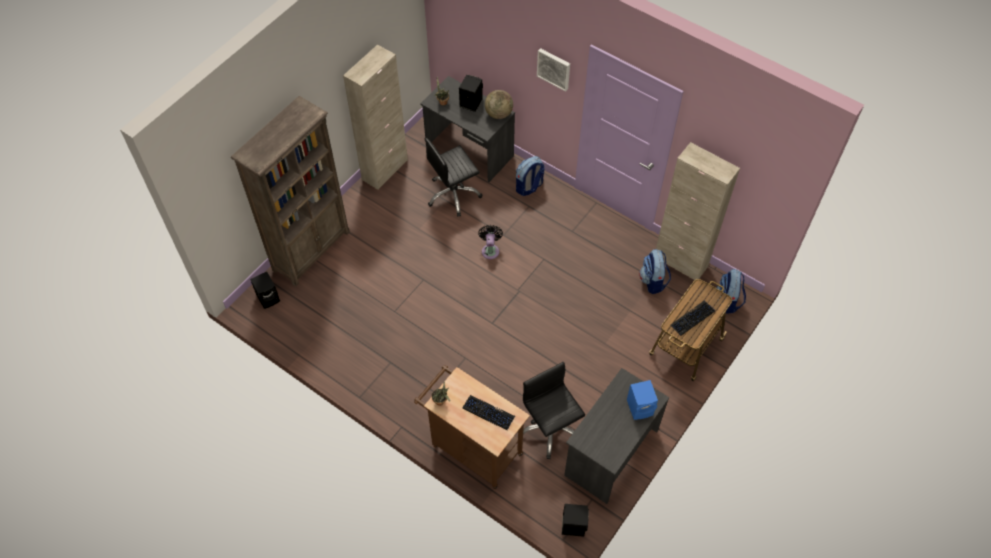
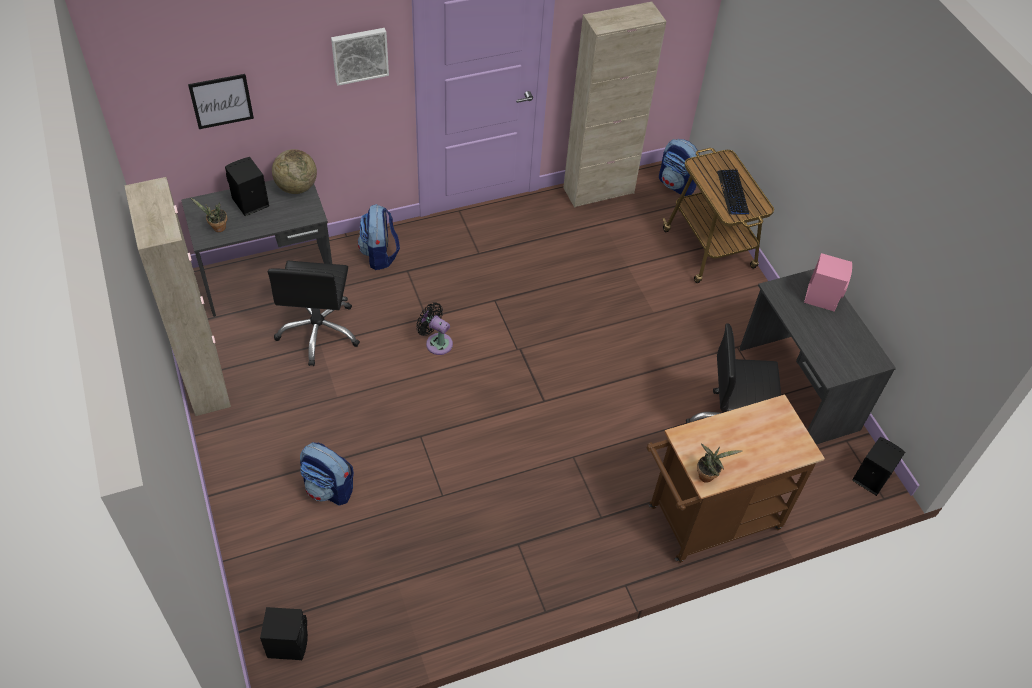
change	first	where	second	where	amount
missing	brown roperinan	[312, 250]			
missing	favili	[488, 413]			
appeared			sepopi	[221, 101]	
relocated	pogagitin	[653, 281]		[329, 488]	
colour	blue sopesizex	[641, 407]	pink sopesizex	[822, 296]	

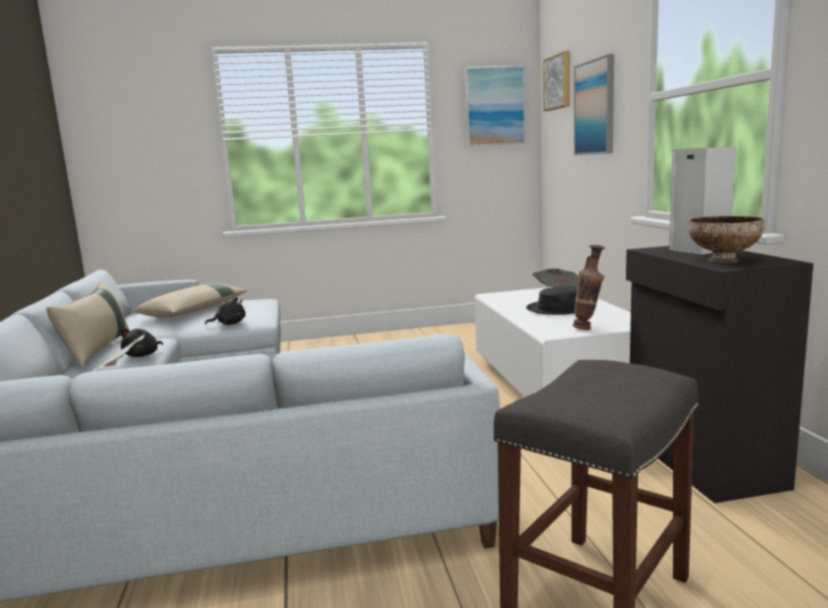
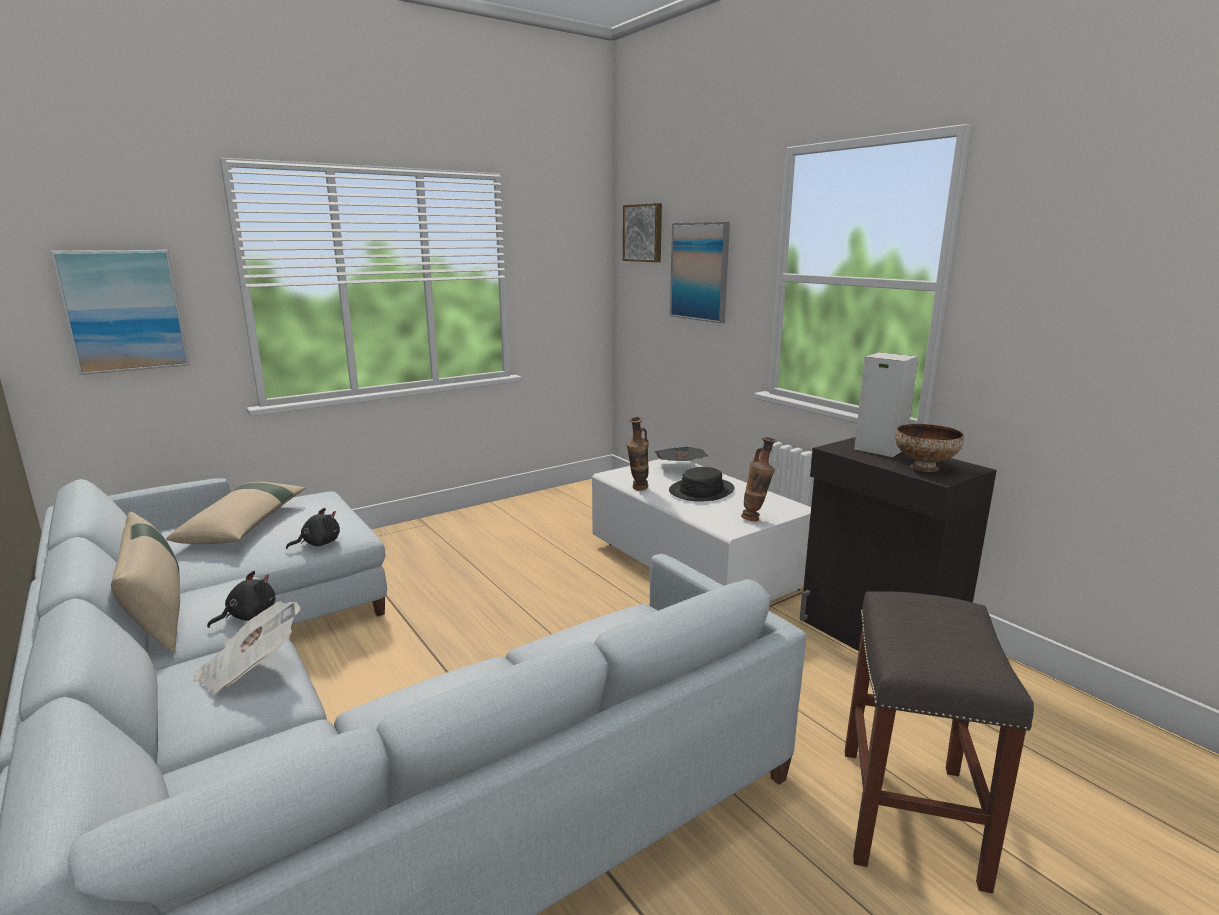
change	first	where	second	where	amount
appeared			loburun	[637, 489]	
relocated	sepopi	[494, 106]		[124, 311]	
spun	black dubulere	[143, 355]		[248, 616]	135 degrees counterclockwise

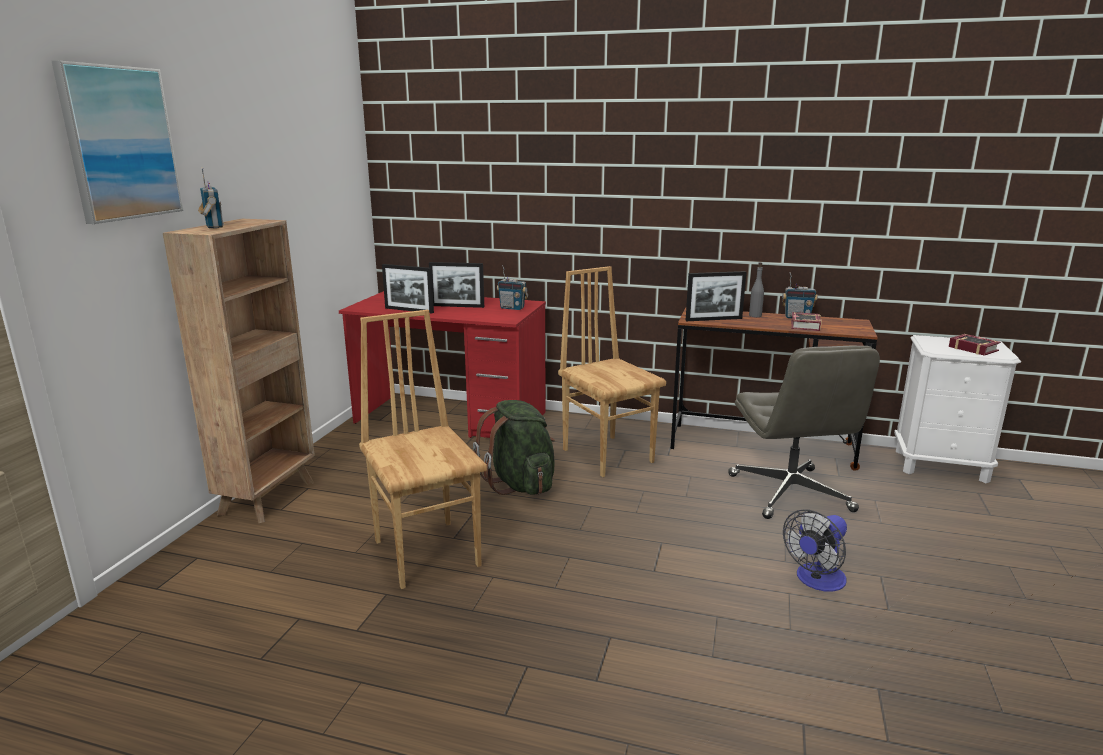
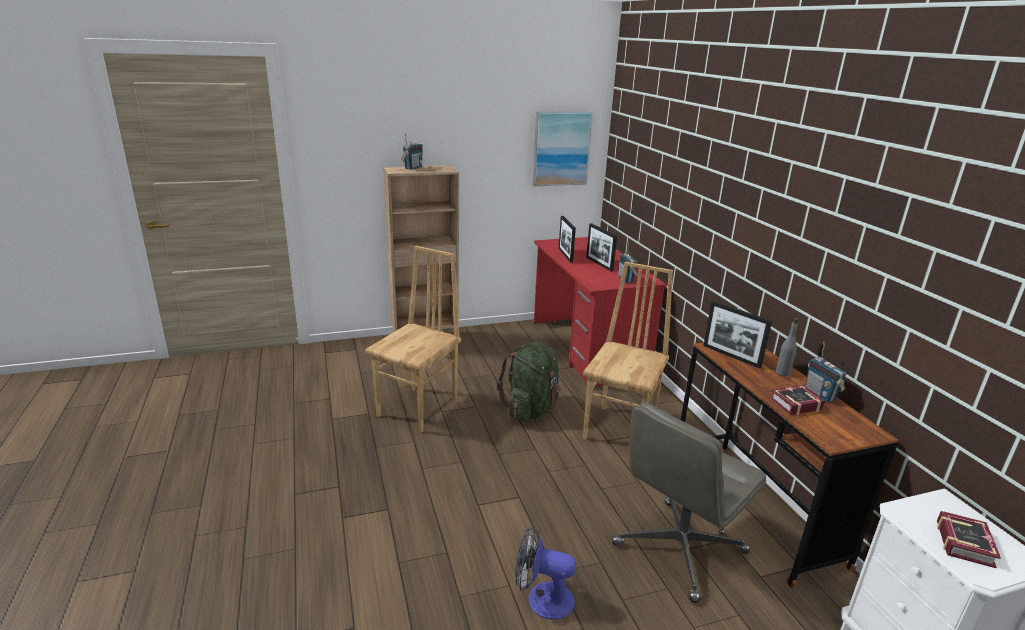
change	first	where	second	where	amount
relocated	sepopi	[120, 143]		[561, 148]	

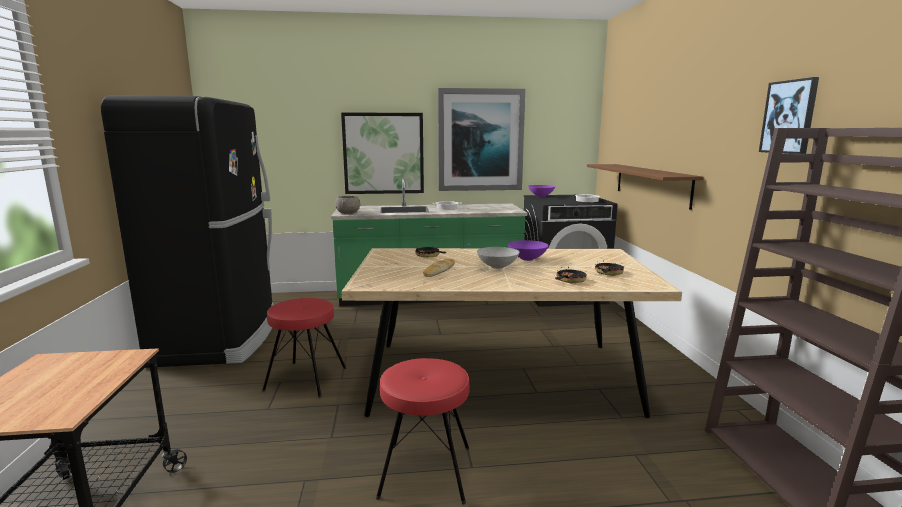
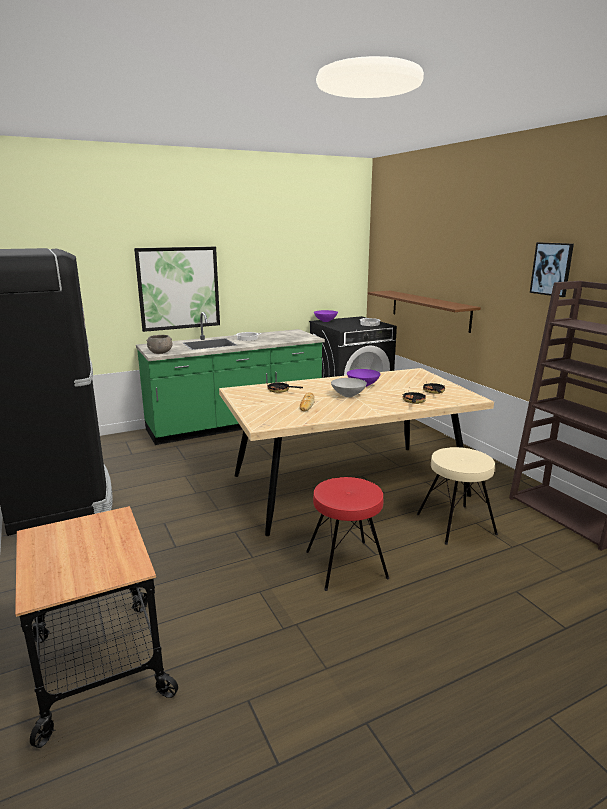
change	first	where	second	where	amount
missing	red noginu	[305, 378]			
missing	sepopi	[480, 140]			
appeared			beige noginu	[455, 524]	

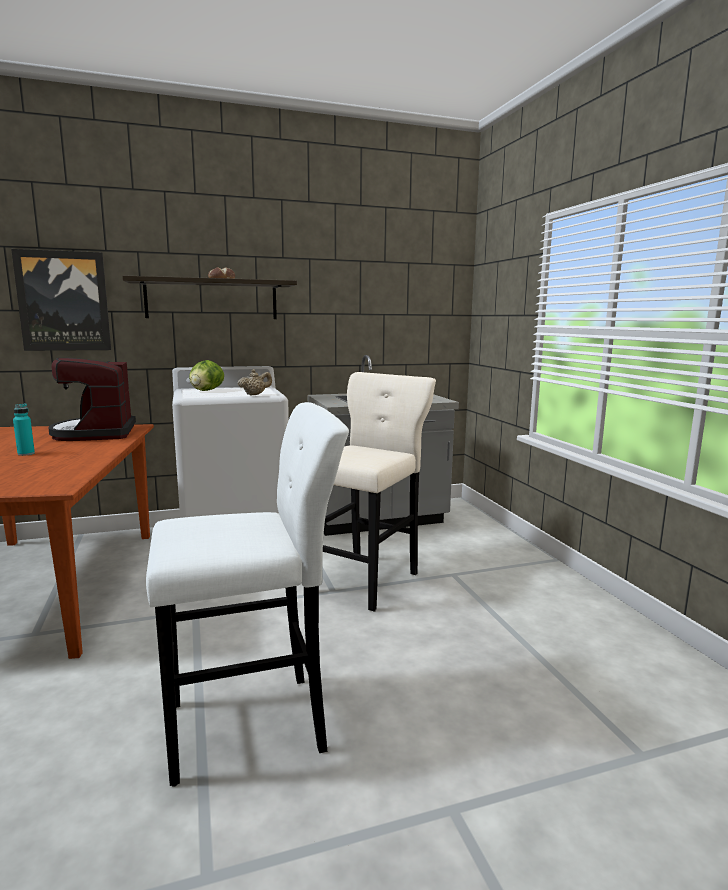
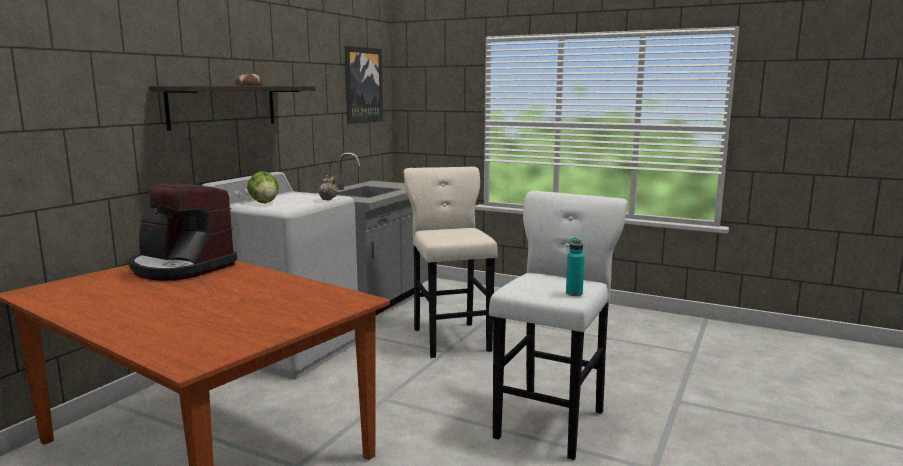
change	first	where	second	where	amount
relocated	sepopi	[64, 301]		[363, 85]	
relocated	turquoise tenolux	[26, 454]		[574, 293]	

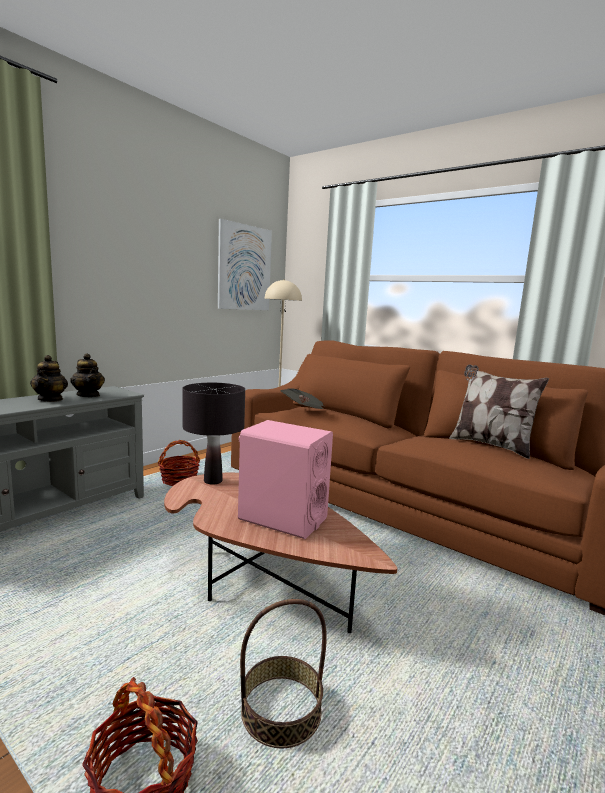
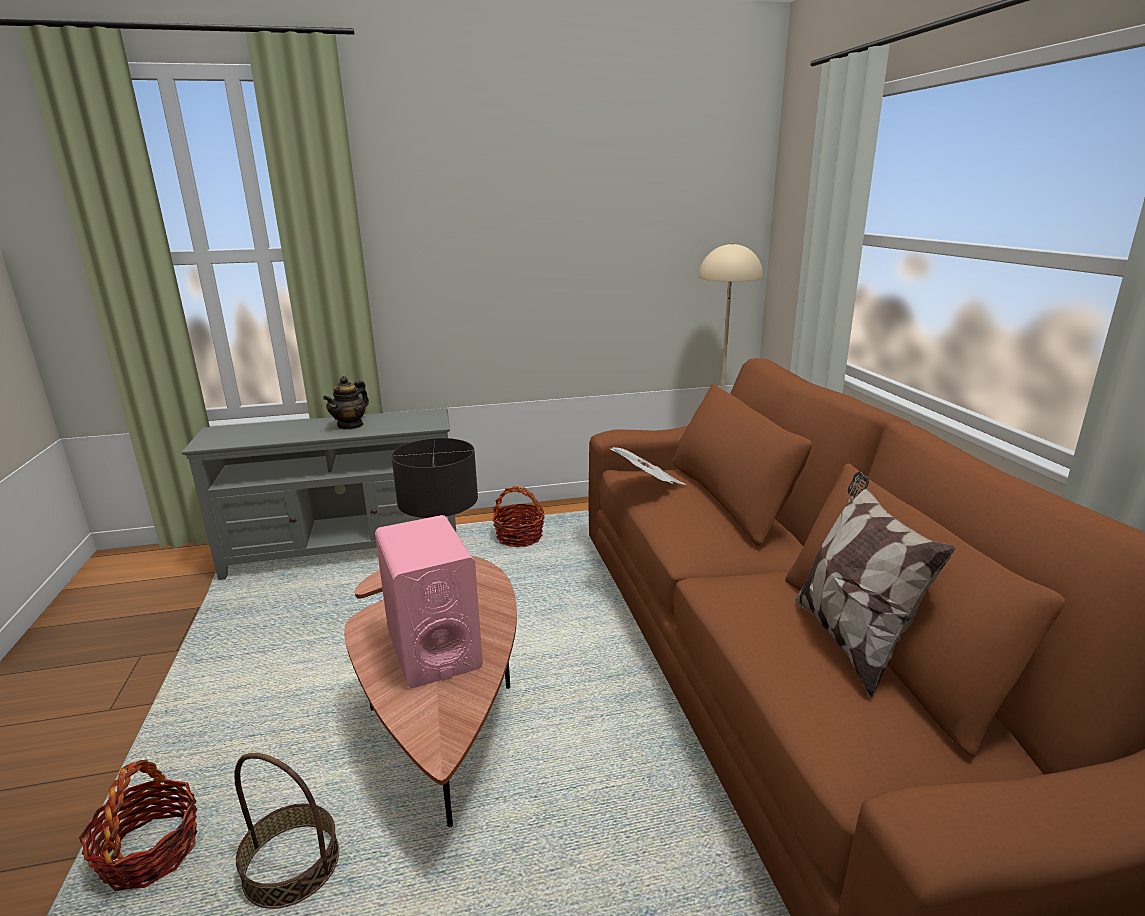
change	first	where	second	where	amount
missing	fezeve	[88, 395]			
missing	sepopi	[245, 268]			

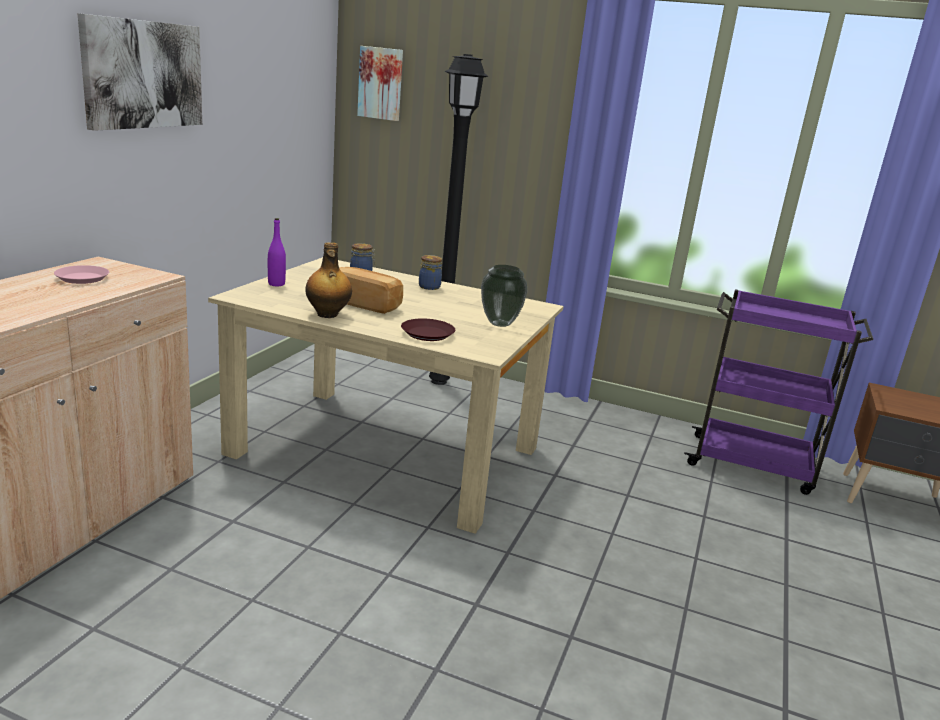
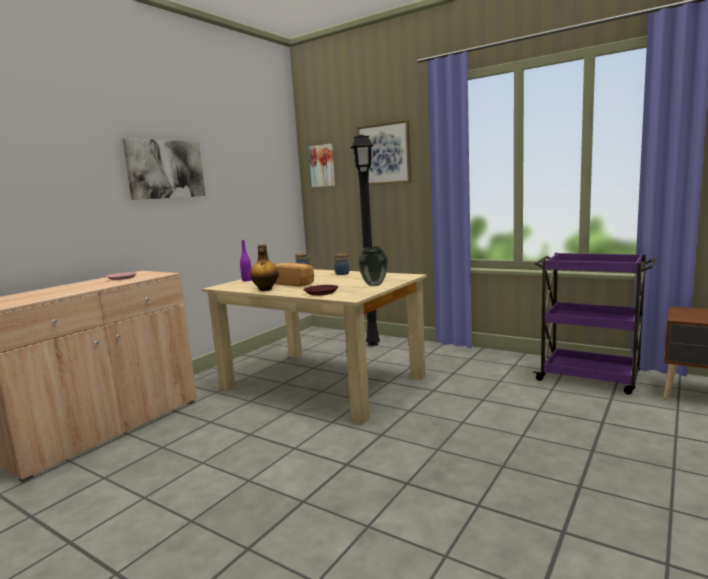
change	first	where	second	where	amount
appeared			sepopi	[384, 154]	

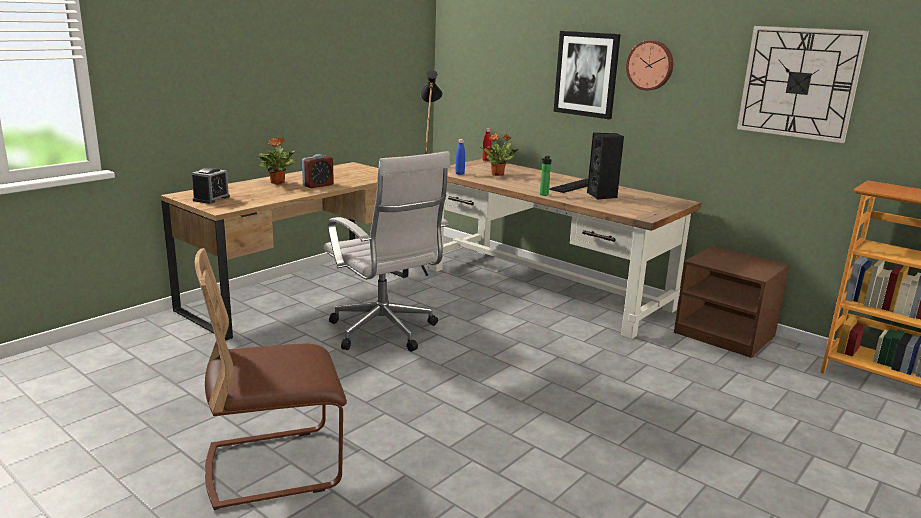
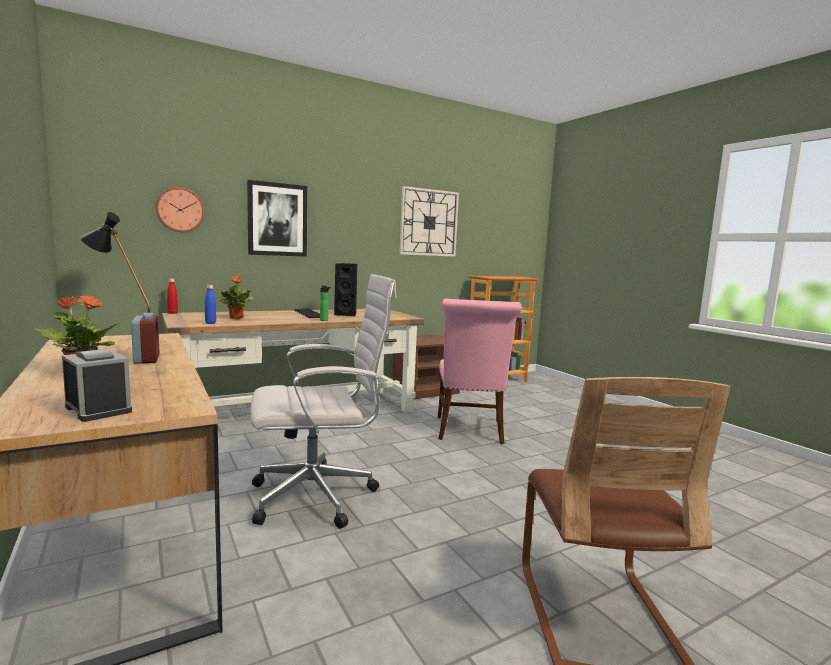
change	first	where	second	where	amount
appeared			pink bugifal	[470, 431]	
relocated	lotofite	[650, 65]		[180, 210]	

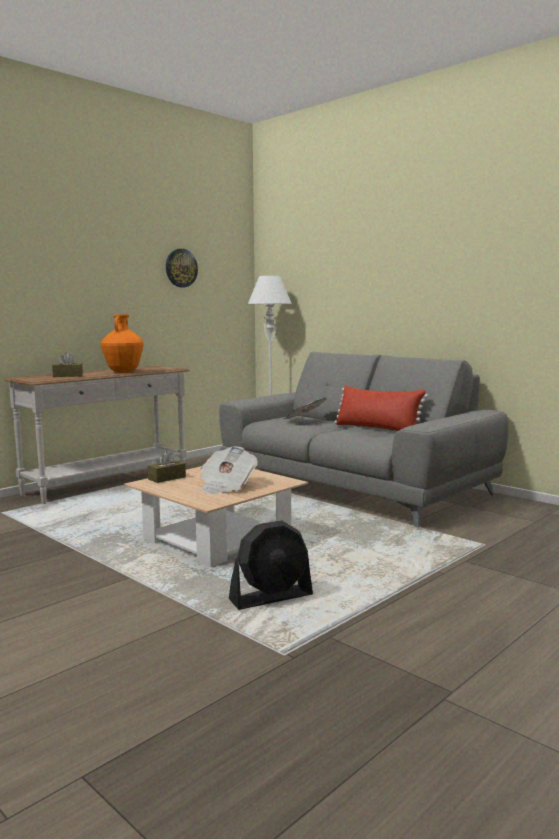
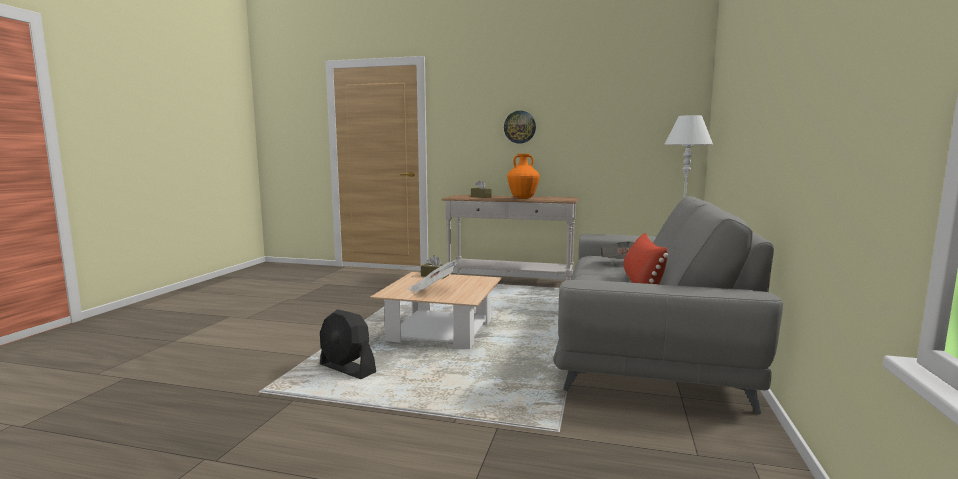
change	first	where	second	where	amount
relocated	lotofite	[181, 268]		[520, 127]	

